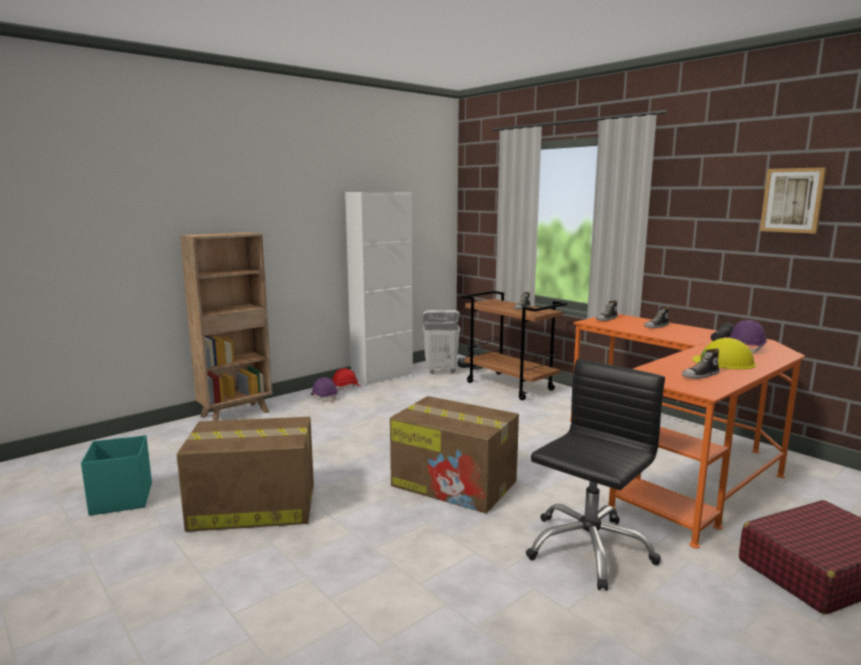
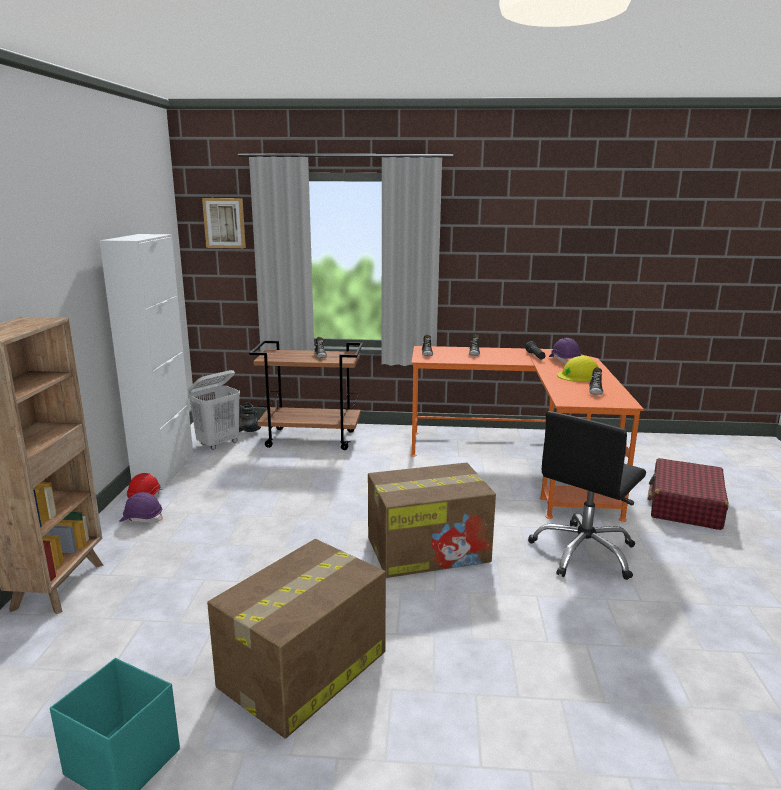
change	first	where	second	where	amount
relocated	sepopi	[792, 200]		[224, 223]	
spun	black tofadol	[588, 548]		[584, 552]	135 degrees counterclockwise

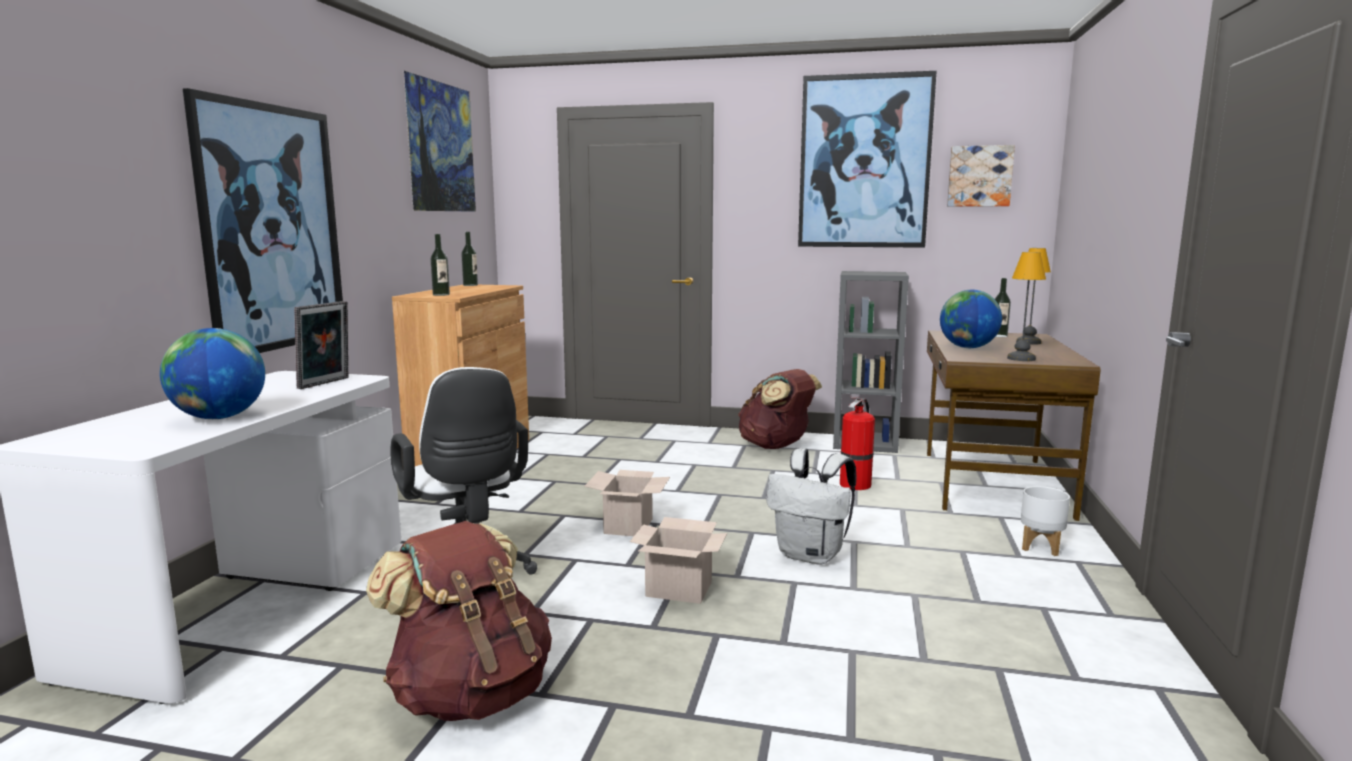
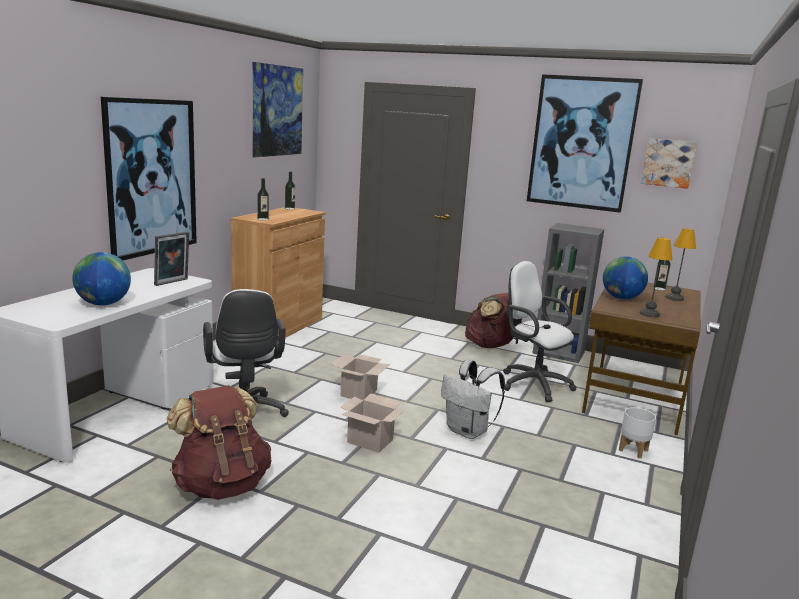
change	first	where	second	where	amount
exchanged	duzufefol	[856, 484]	white tofadol	[531, 384]	

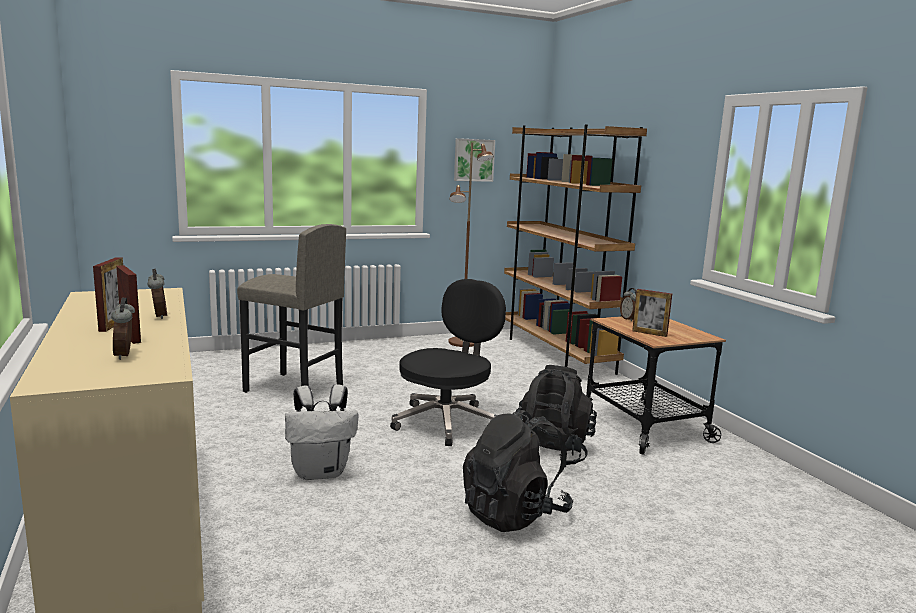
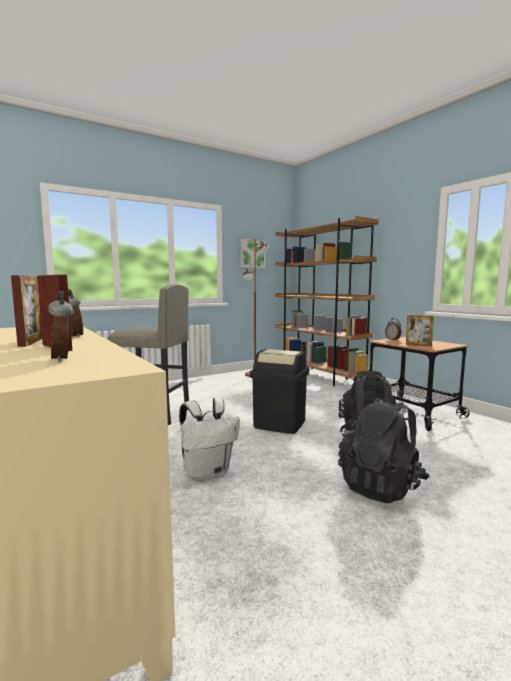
change	first	where	second	where	amount
exchanged	black tofadol	[447, 421]	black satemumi	[280, 424]	

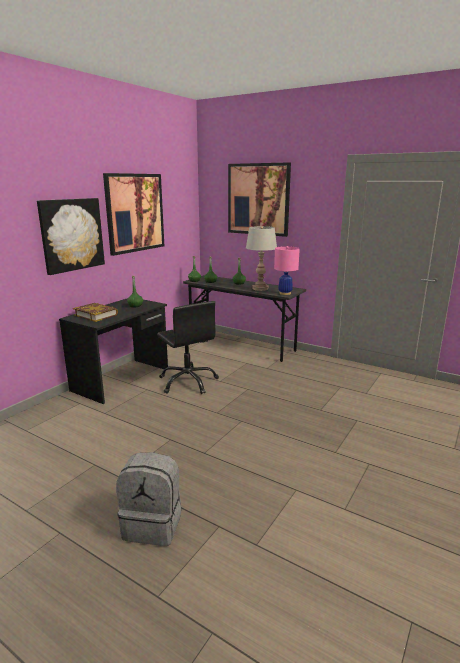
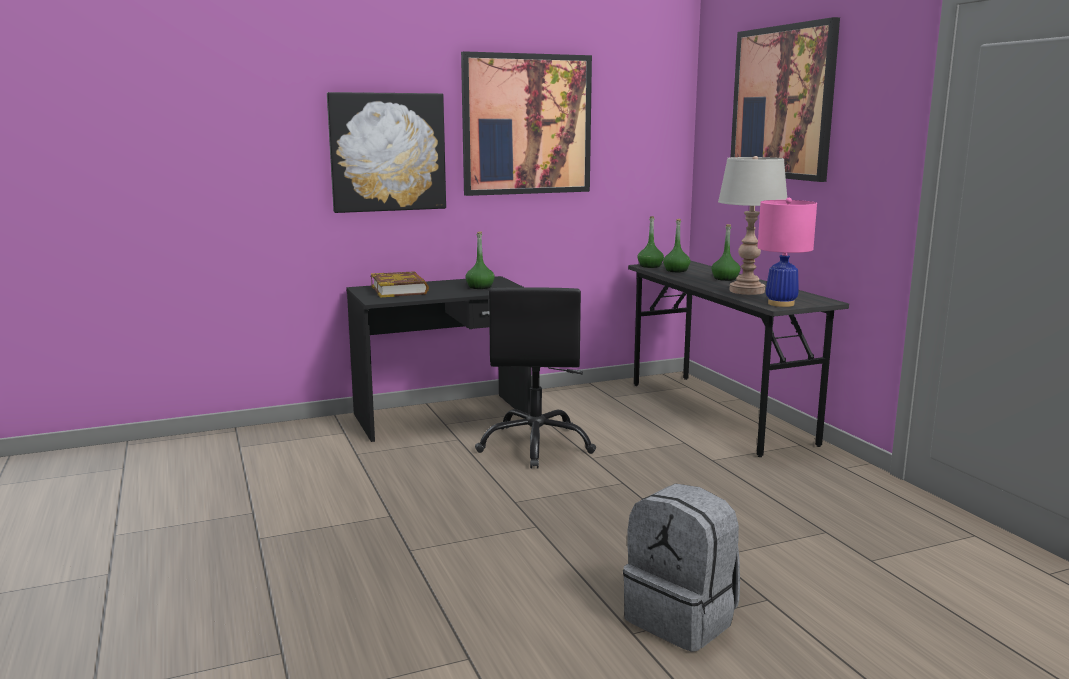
change	first	where	second	where	amount
relocated	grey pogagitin	[153, 524]		[682, 619]	

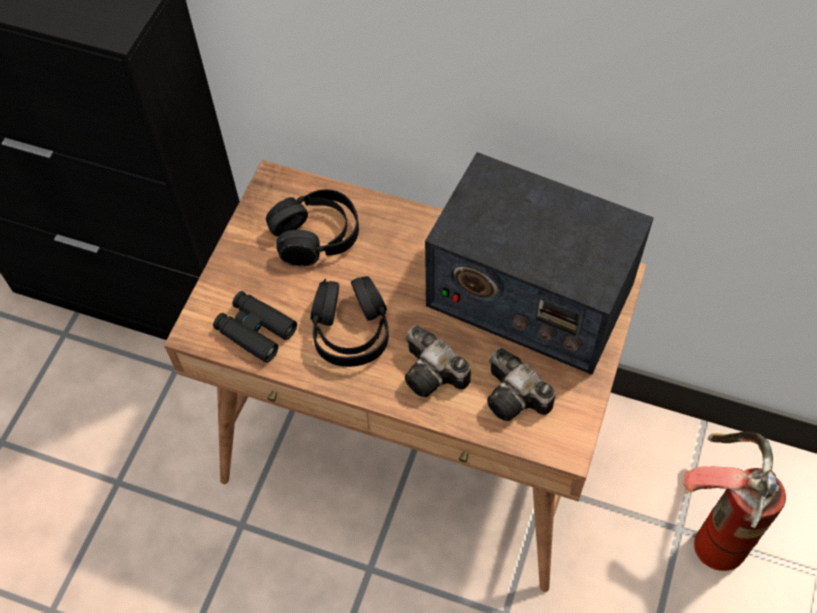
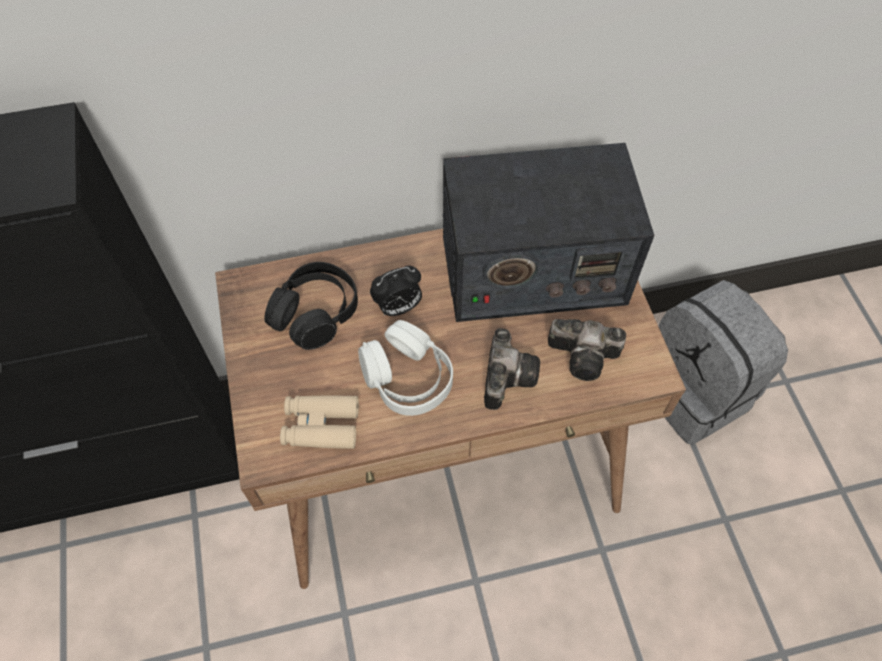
change	first	where	second	where	amount
appeared			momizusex	[398, 307]	
exchanged	duzufefol	[710, 526]	grey pogagitin	[695, 391]	
colour	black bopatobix	[255, 330]	beige bopatobix	[321, 425]	
colour	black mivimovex	[351, 330]	white mivimovex	[407, 378]	
spun	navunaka	[435, 374]		[506, 375]	90 degrees counterclockwise

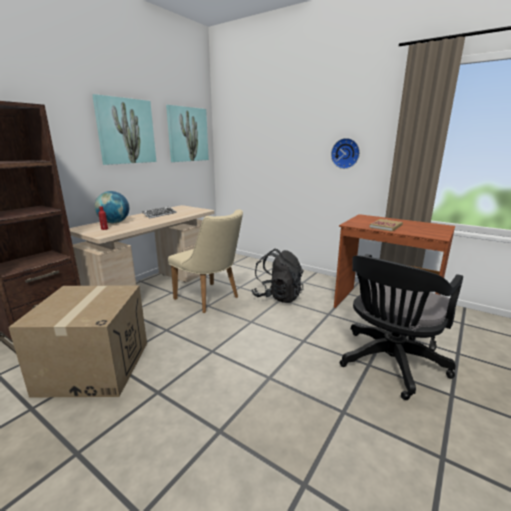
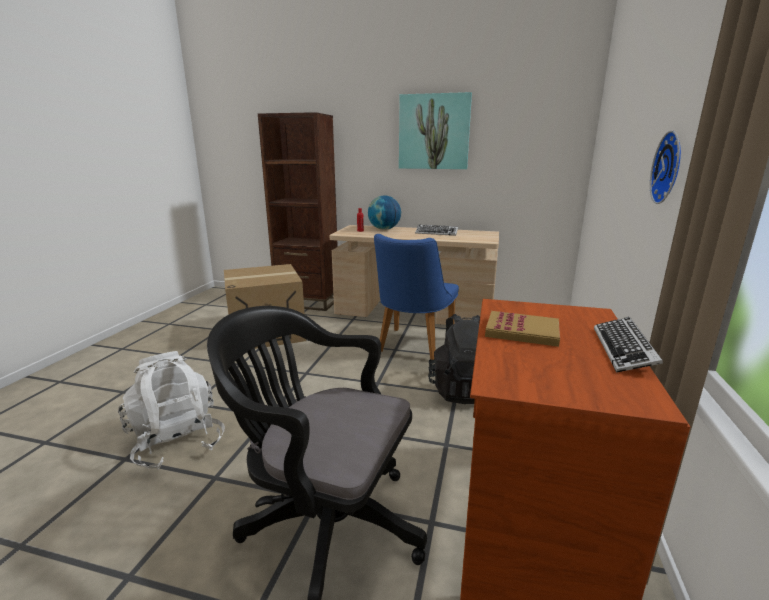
change	first	where	second	where	amount
missing	sepopi	[188, 134]			
appeared			white pogagitin	[177, 442]	
appeared			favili	[623, 350]	
colour	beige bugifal	[211, 299]	blue bugifal	[412, 347]	

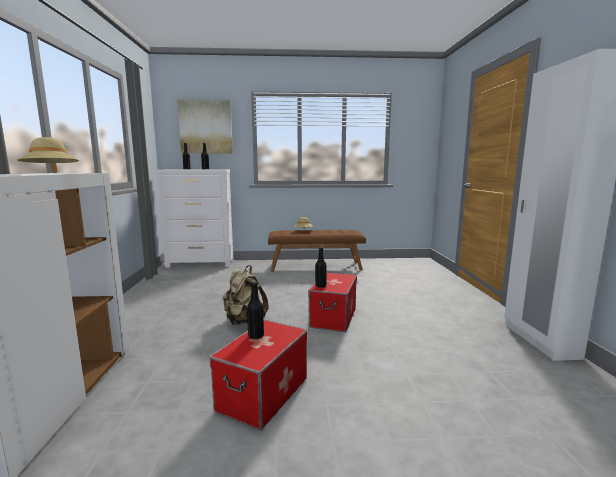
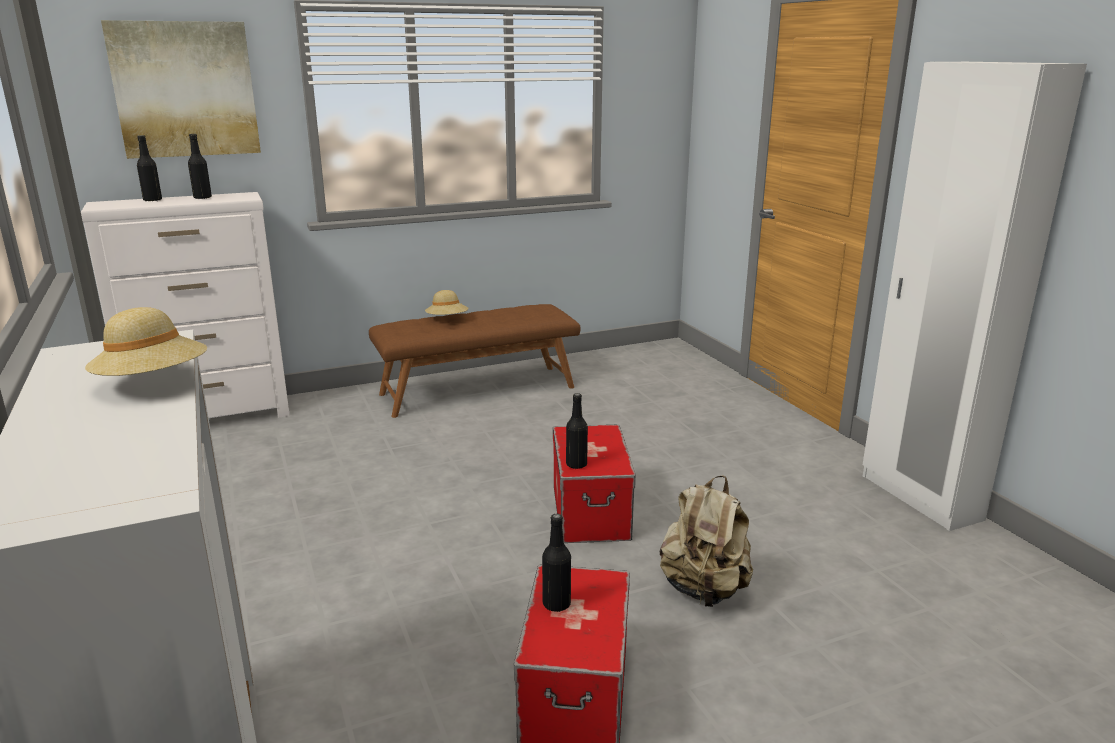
change	first	where	second	where	amount
relocated	beige pogagitin	[244, 321]		[704, 589]	

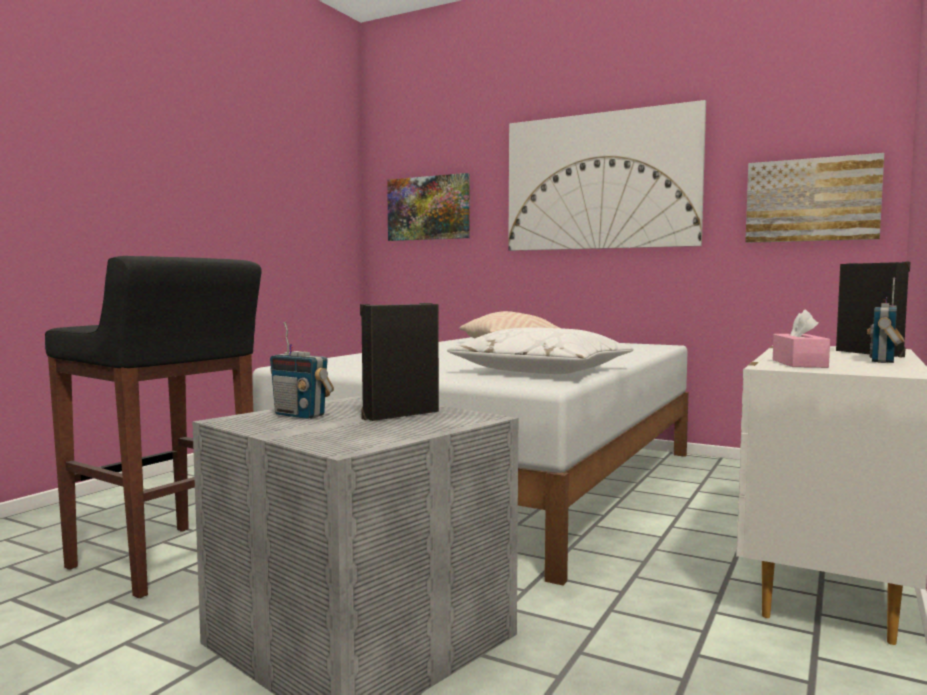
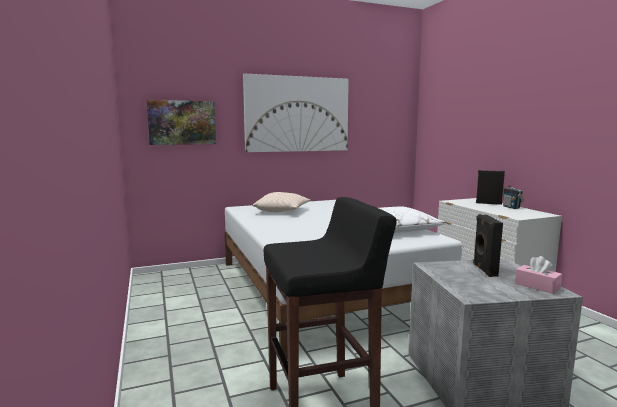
change	first	where	second	where	amount
missing	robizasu	[300, 415]			
missing	sepopi	[812, 200]			
relocated	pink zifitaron	[799, 363]		[537, 286]	

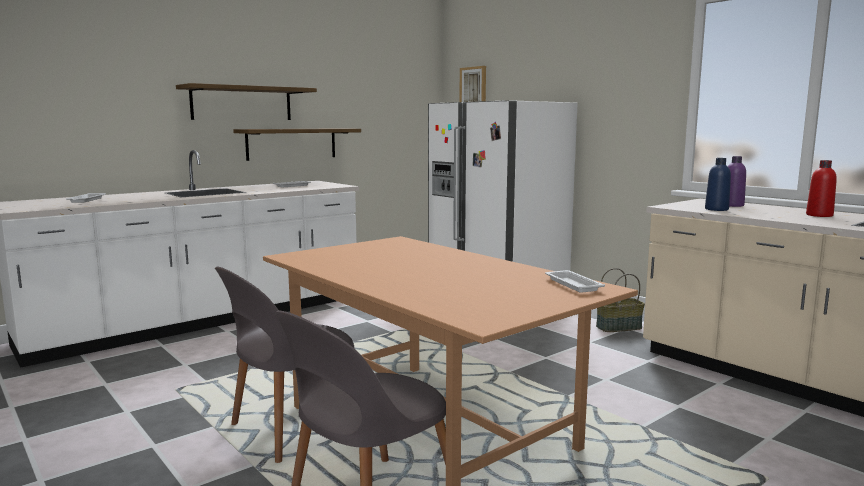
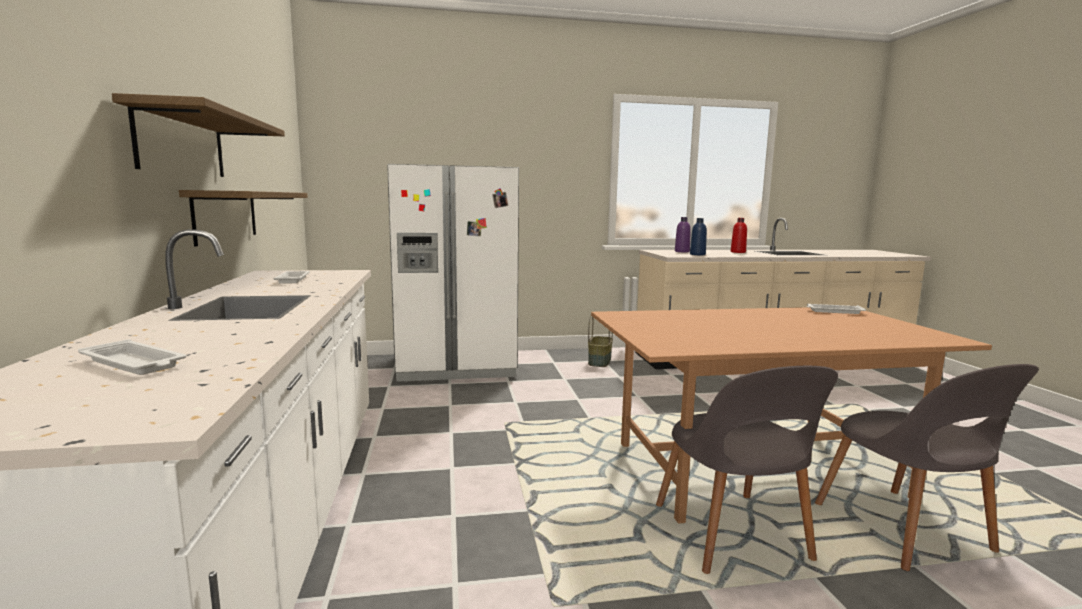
change	first	where	second	where	amount
missing	sepopi	[473, 88]			

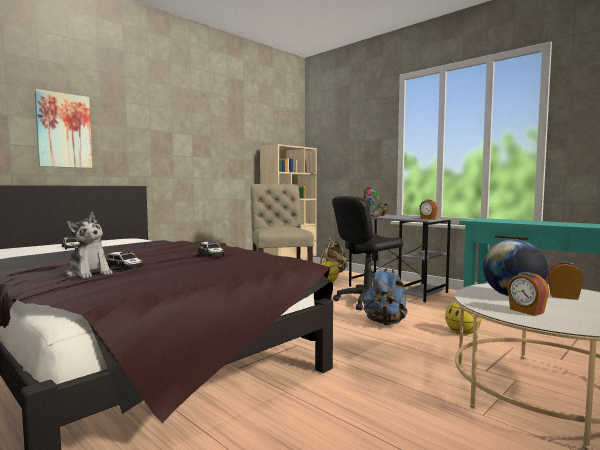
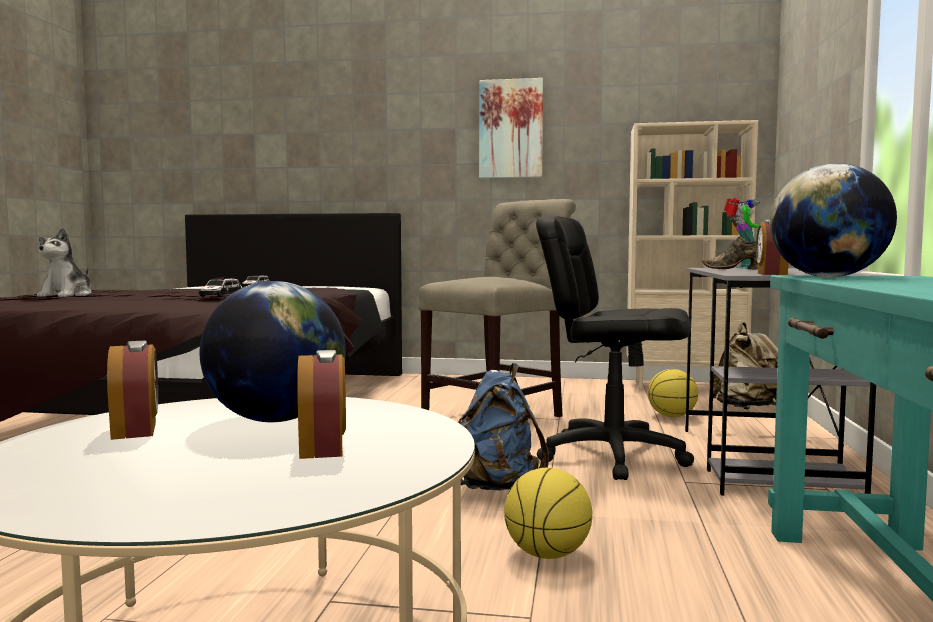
change	first	where	second	where	amount
missing	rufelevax	[124, 267]			
appeared			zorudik	[828, 277]	
relocated	sepopi	[63, 130]		[511, 129]	
spun	momizusex	[526, 311]		[136, 430]	135 degrees clockwise

